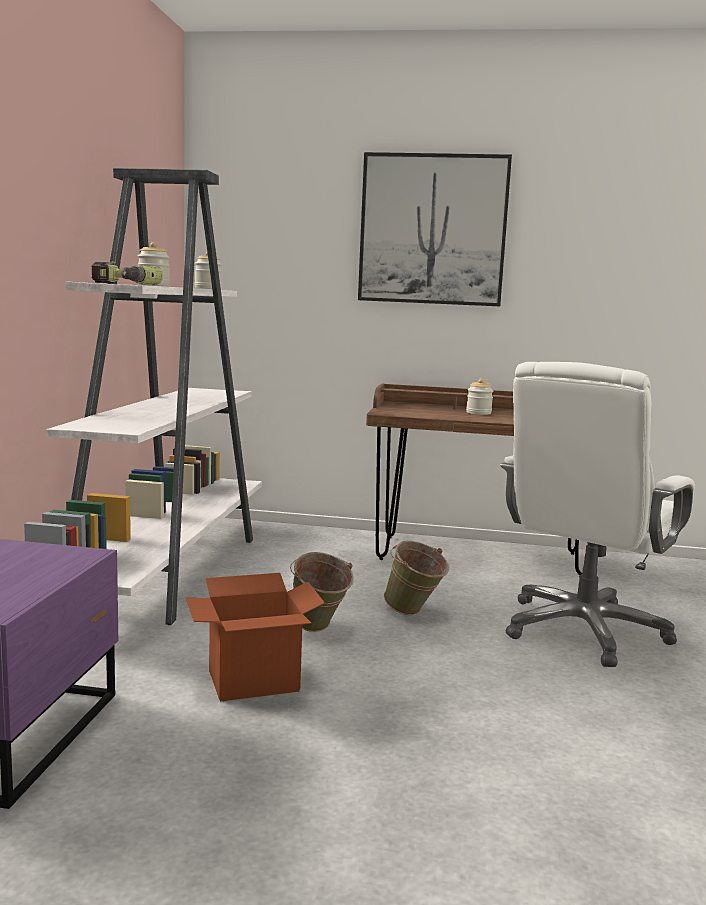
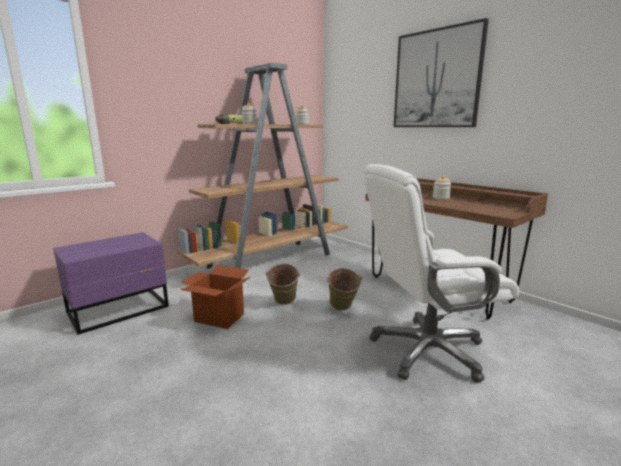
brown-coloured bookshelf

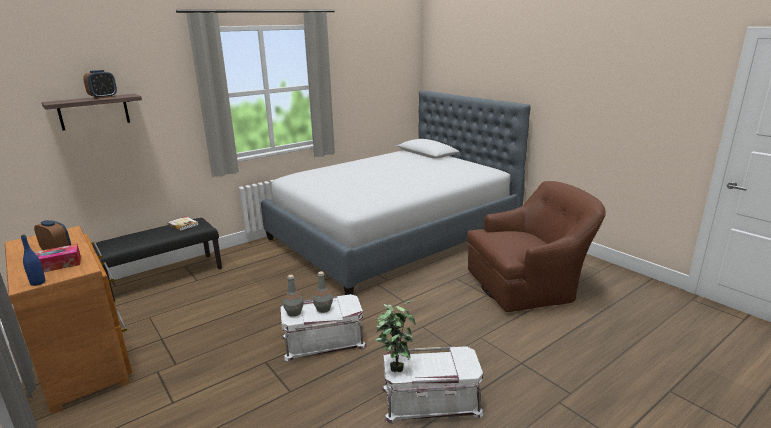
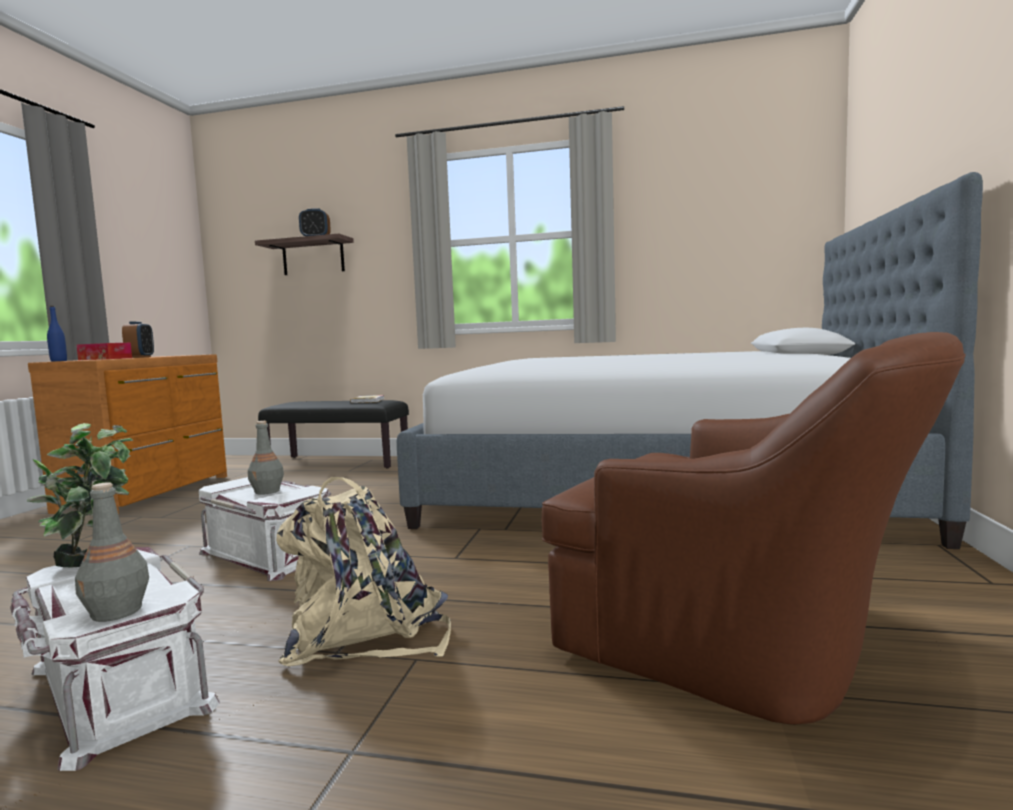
gray drink bottle (no. 1 from left); beige knapsack

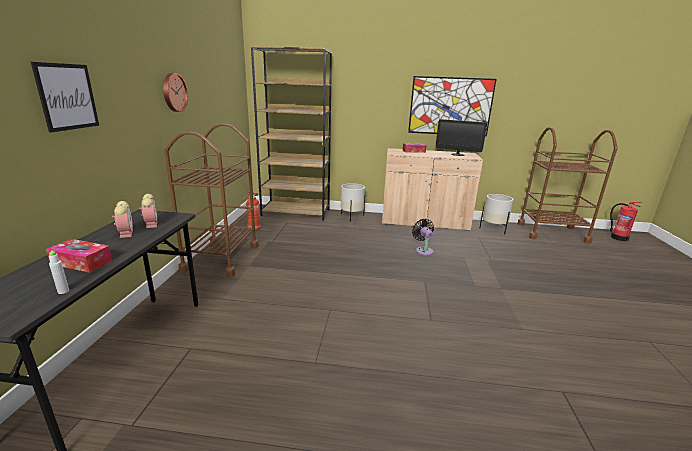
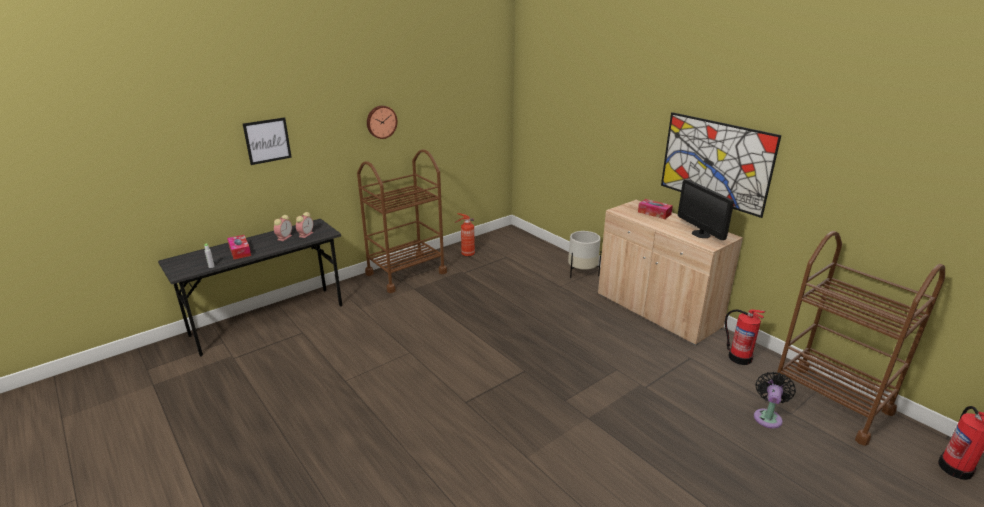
brown-coloured bookshelf; black fan; fire extinguisher (no. 2 from left)

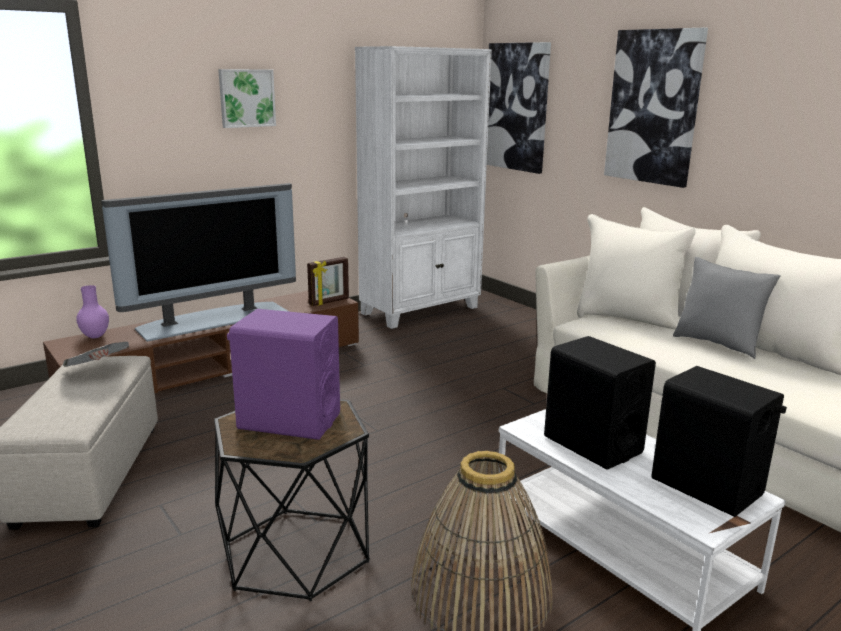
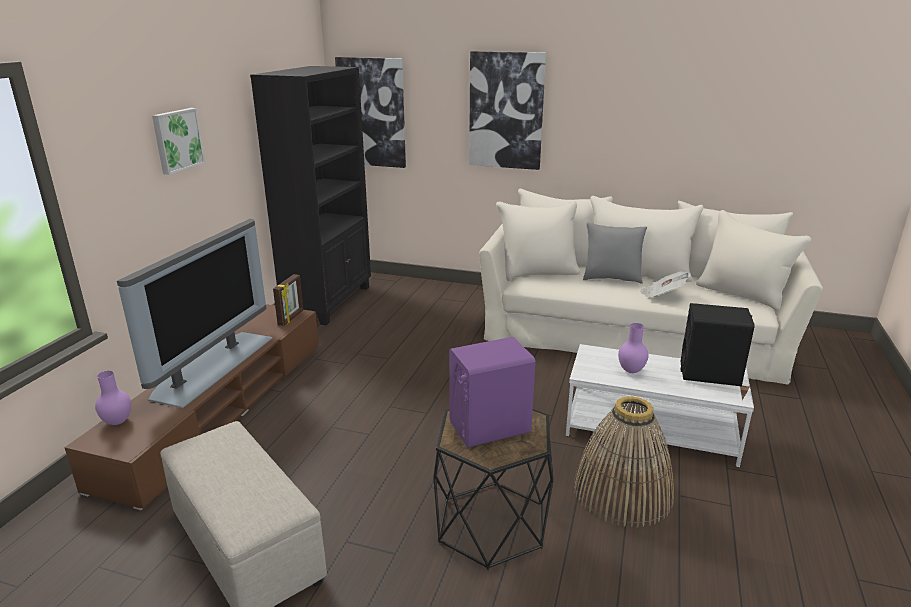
newspaper; black bookshelf; purple vase (no. 2 from left)

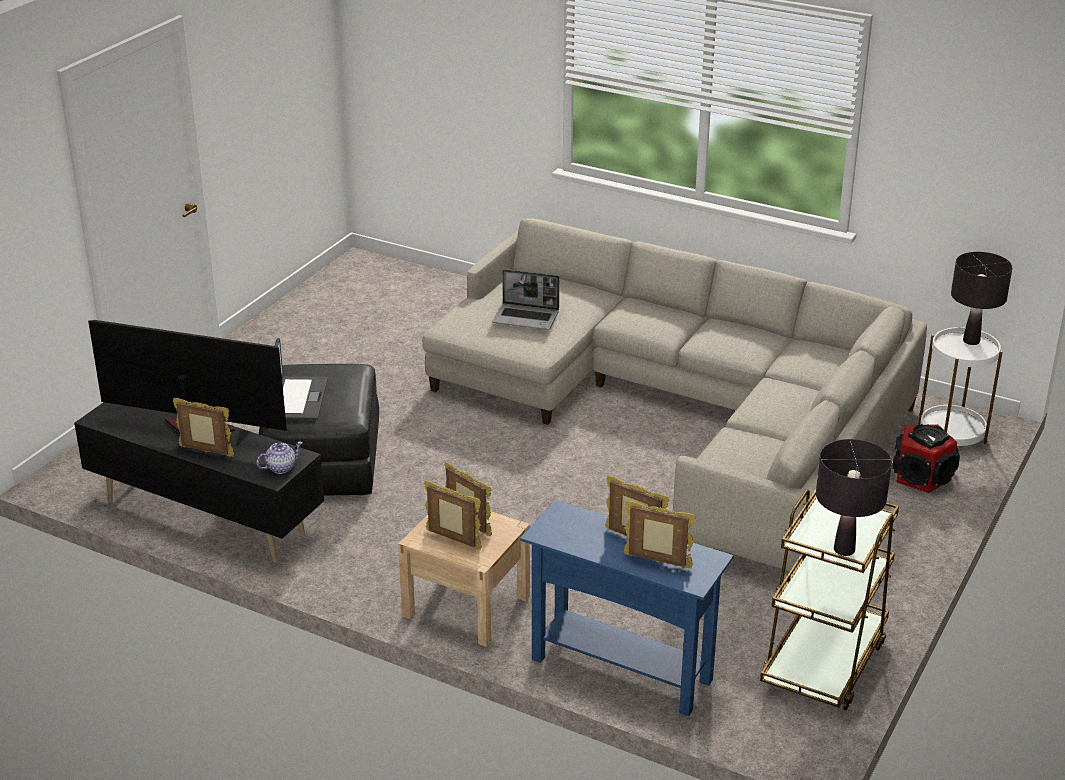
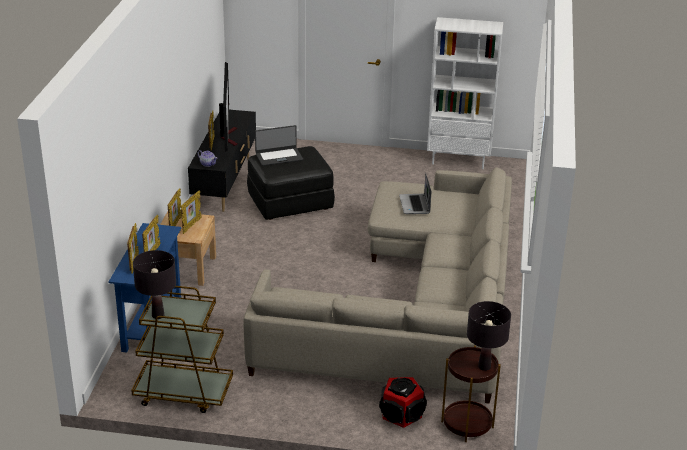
brown-coloured end table; white-coloured bookshelf

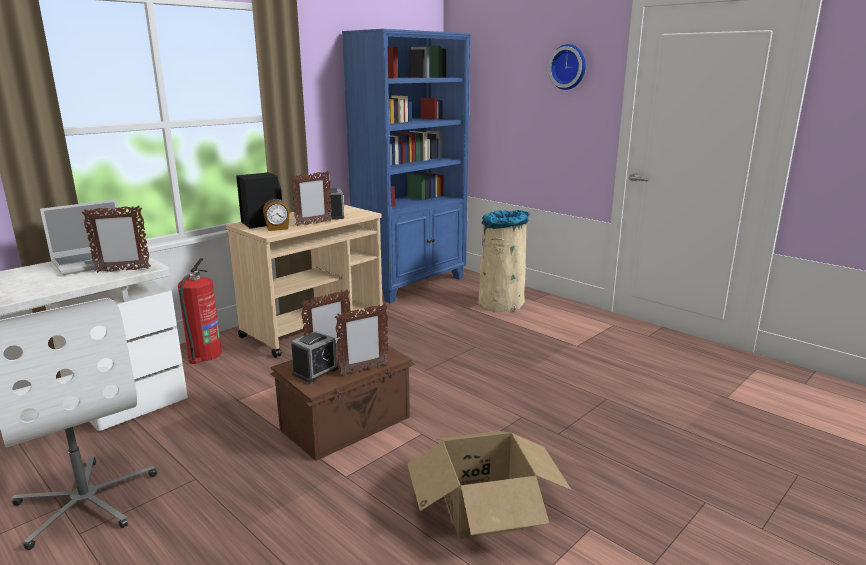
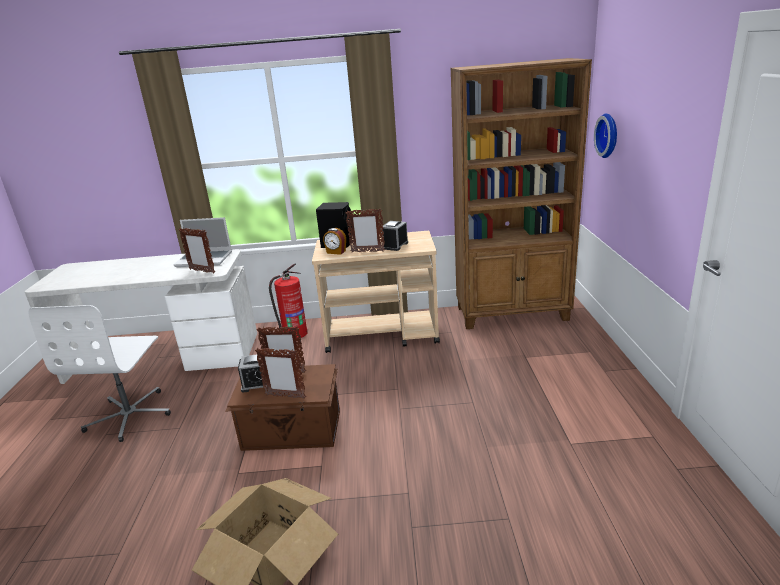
brown-coloured bookshelf; beige rubbish bin; wall clock

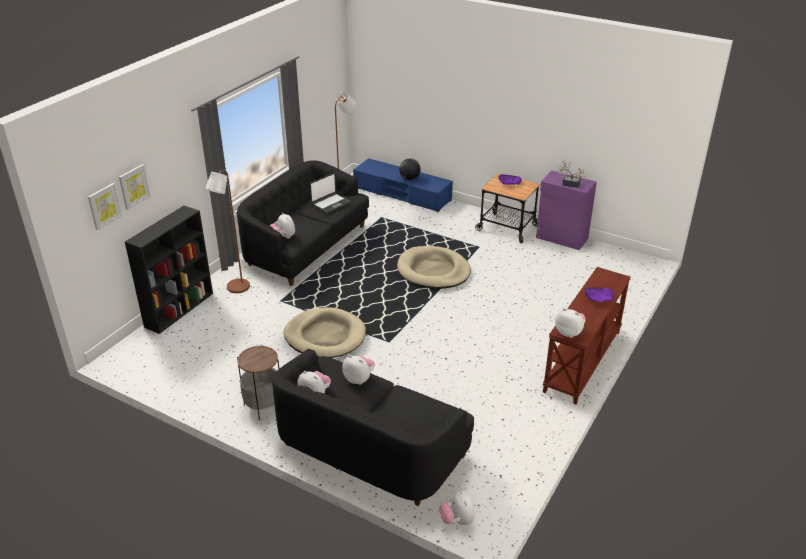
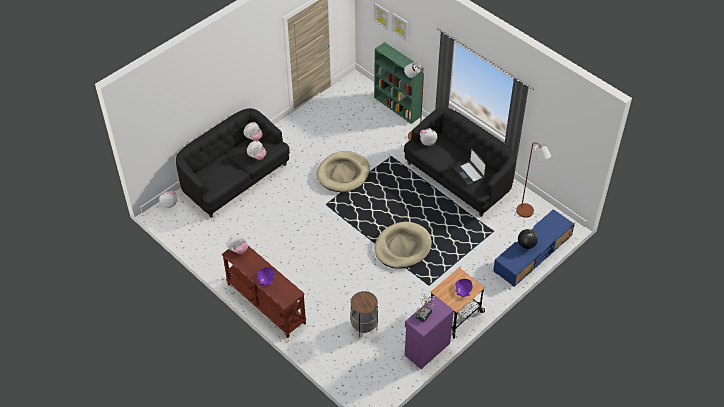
green bookshelf; end table

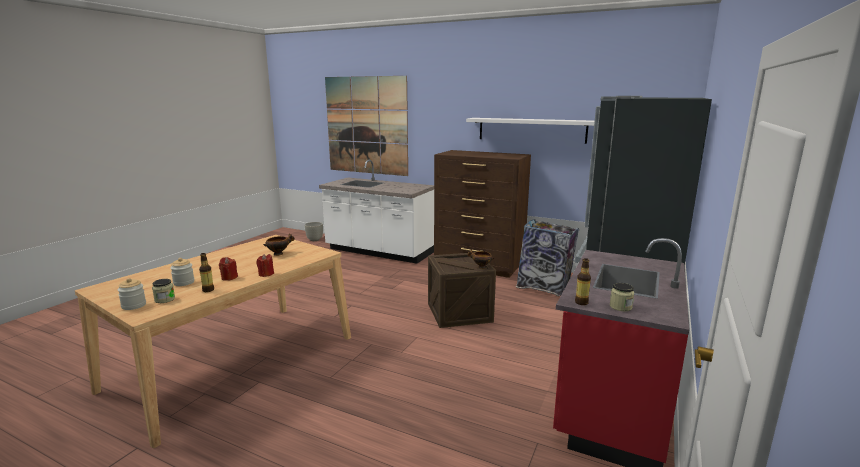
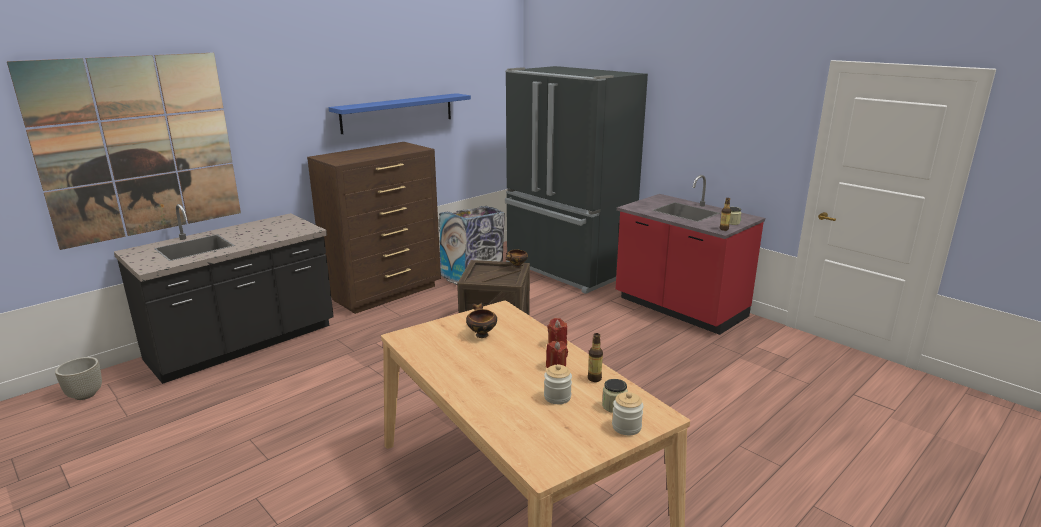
black kitchen base unit; bluish bracket shelf

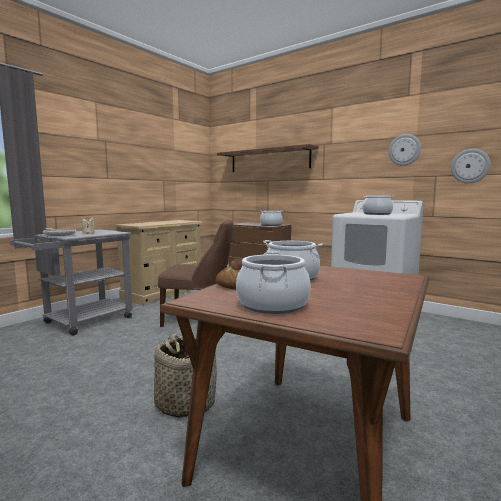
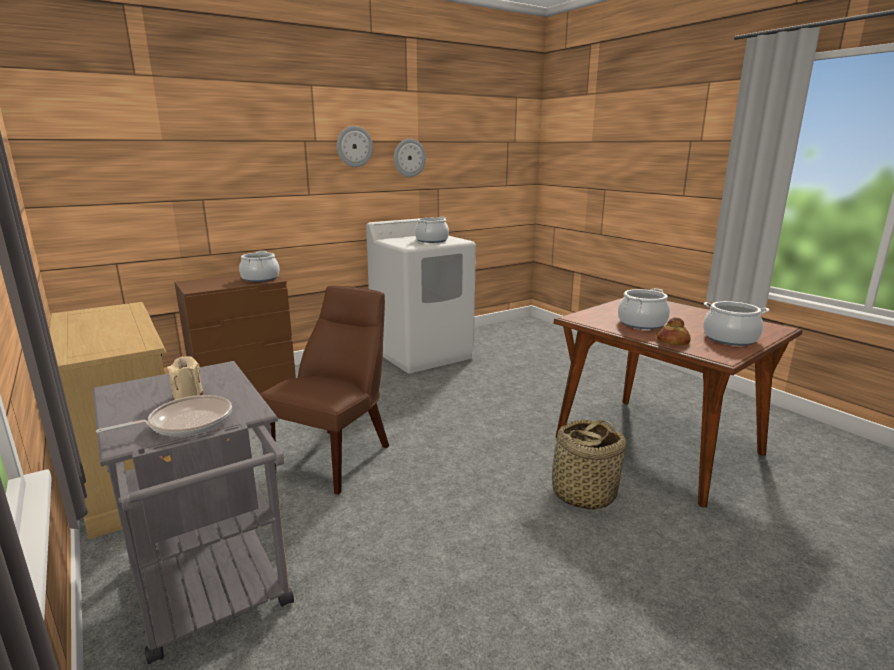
brown-coloured bracket shelf; wall clock (no. 1 from left)

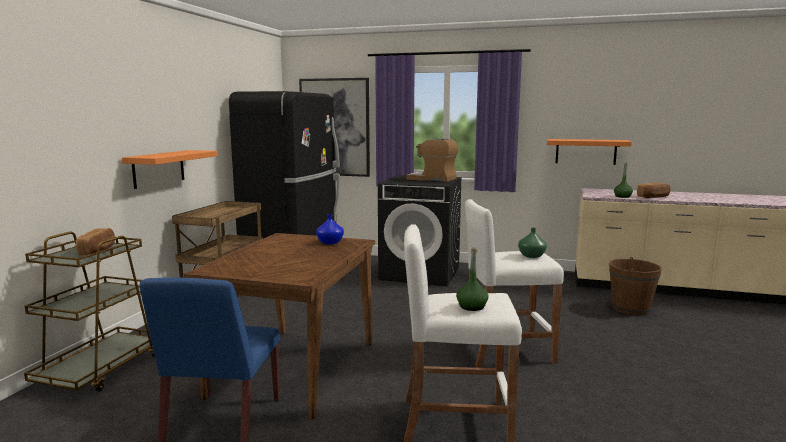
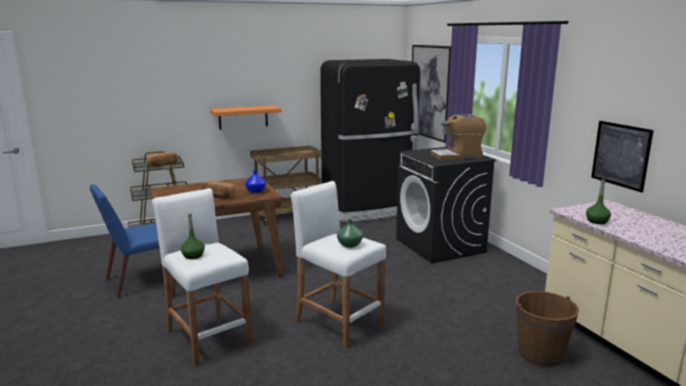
coffee machine; wall picture (no. 2 from left); bakery bread (no. 2 from left)

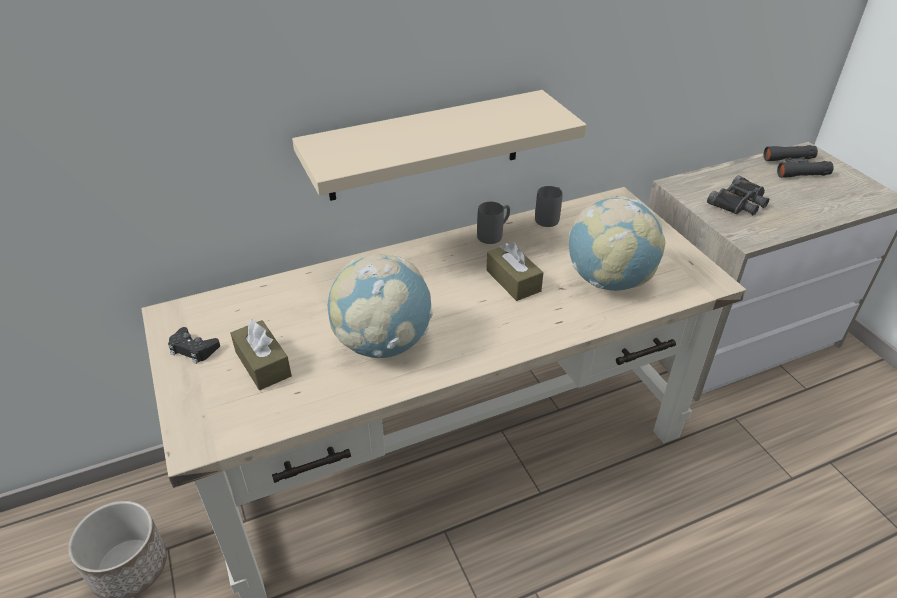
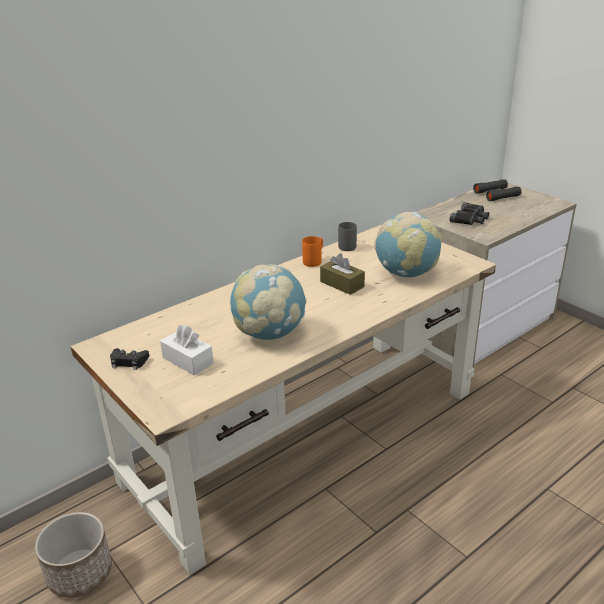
white-coloured tissue box; beige bracket shelf; orangey coffee mug

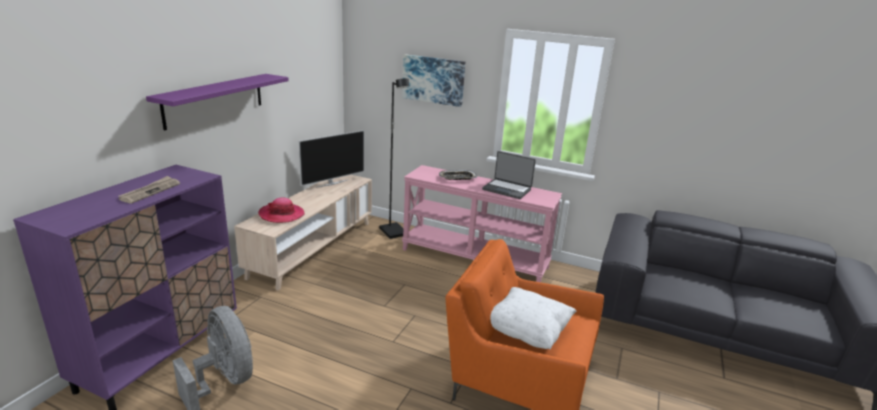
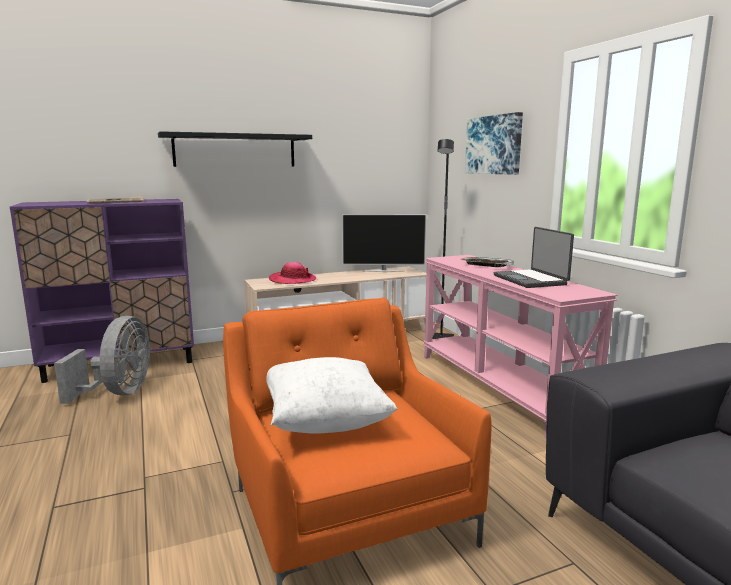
black bracket shelf

